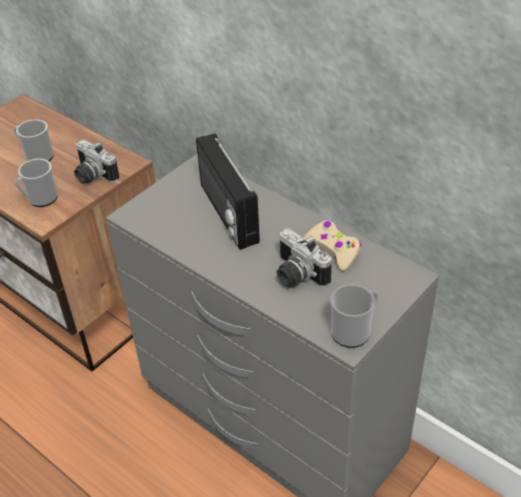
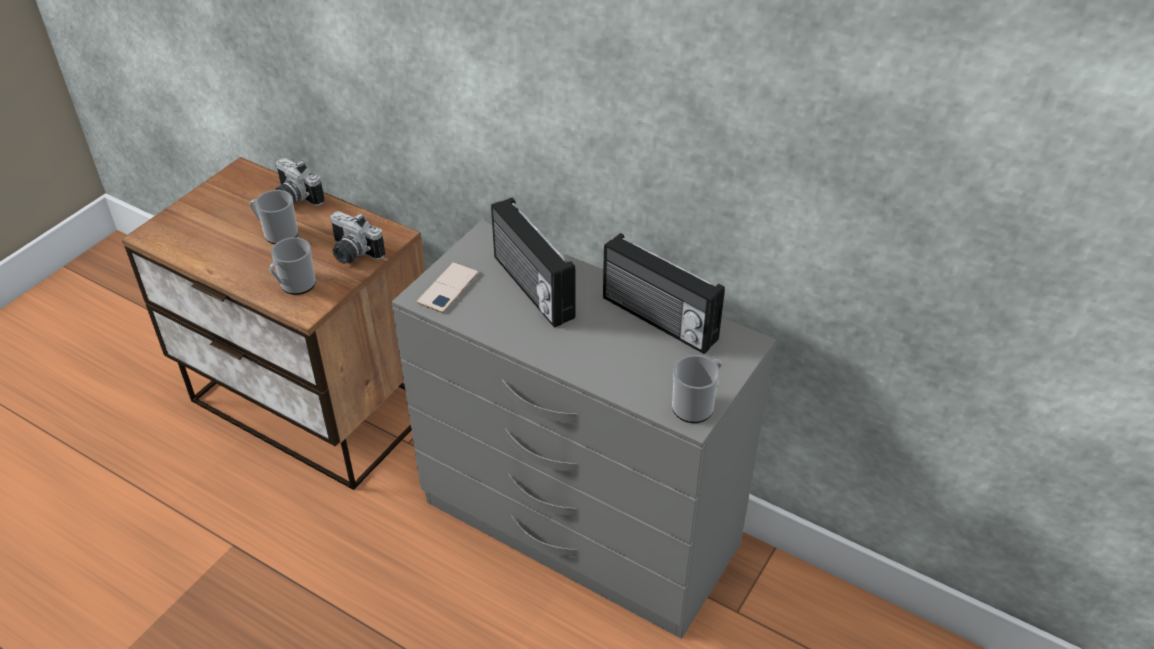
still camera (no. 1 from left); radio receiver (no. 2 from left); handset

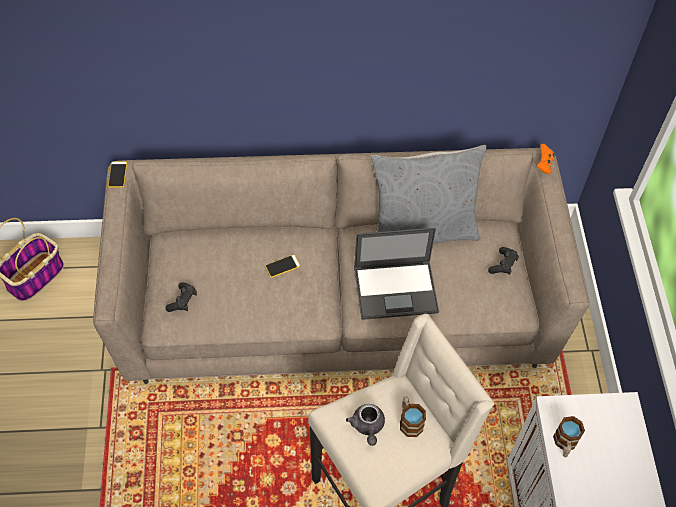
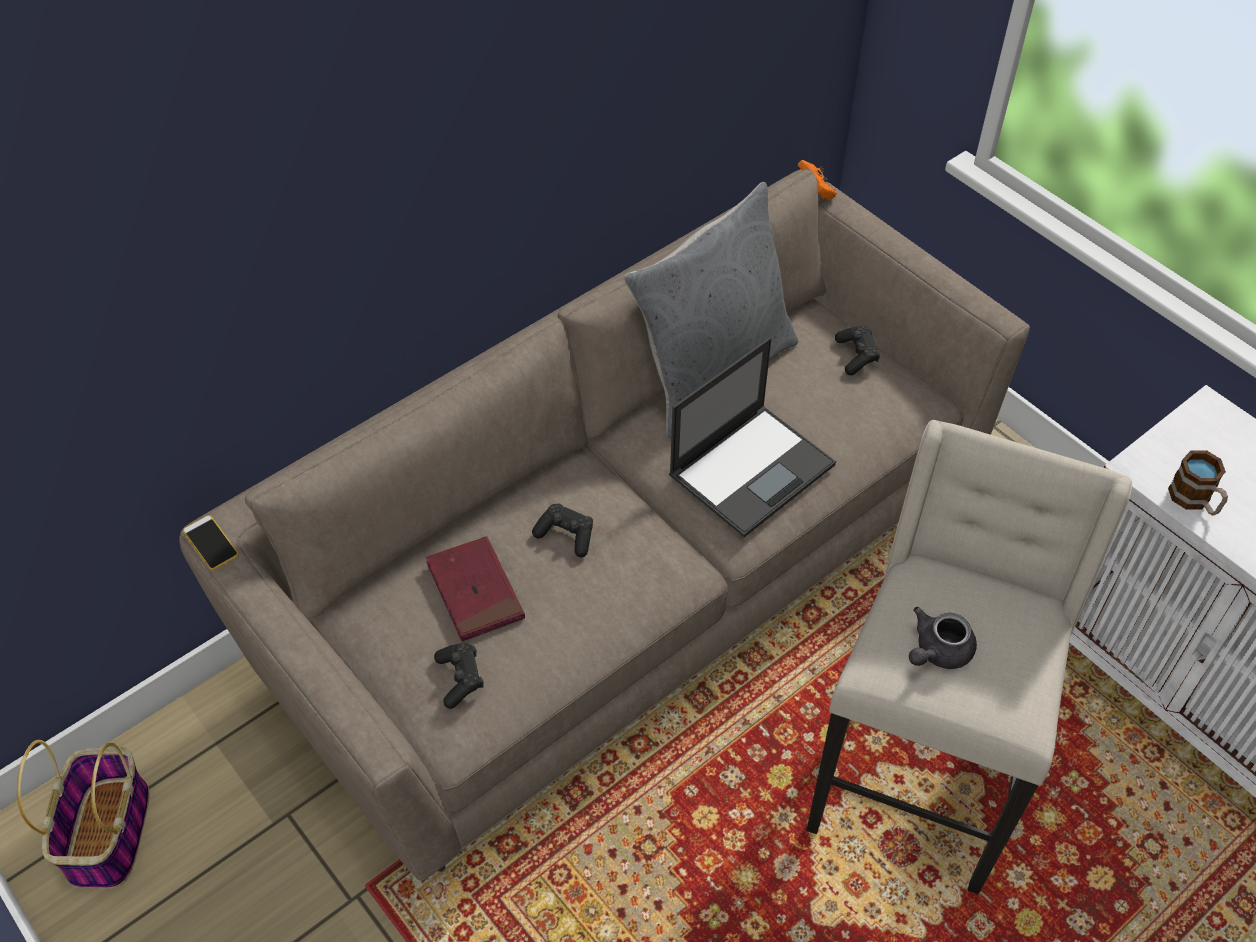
black joypad (no. 2 from left); gray pot for tea; coffee mug (no. 1 from left in the first image); reddish bound book

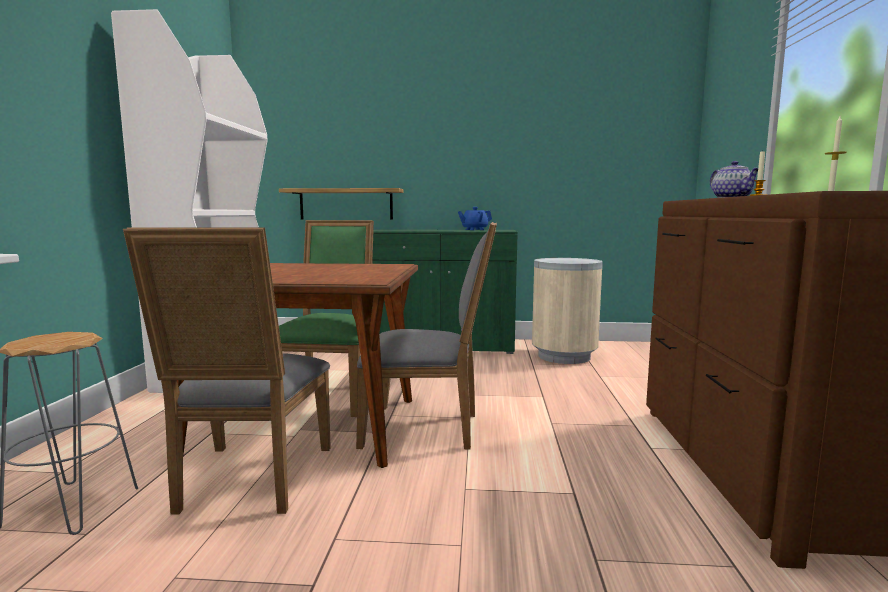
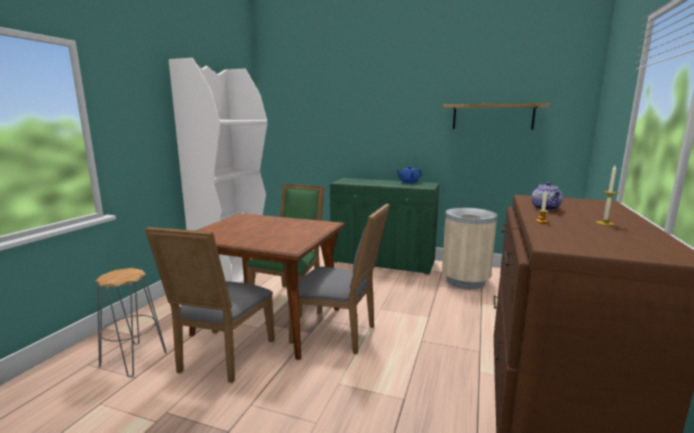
bracket shelf

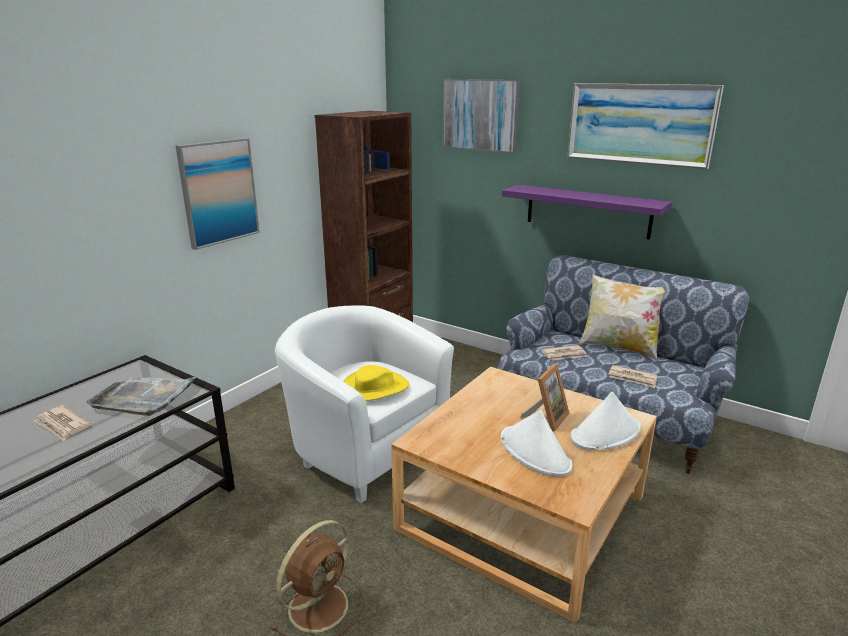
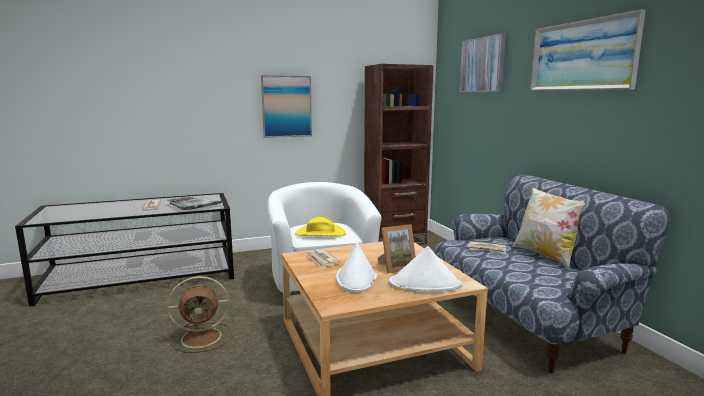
purple bracket shelf; newspaper (no. 2 from left)

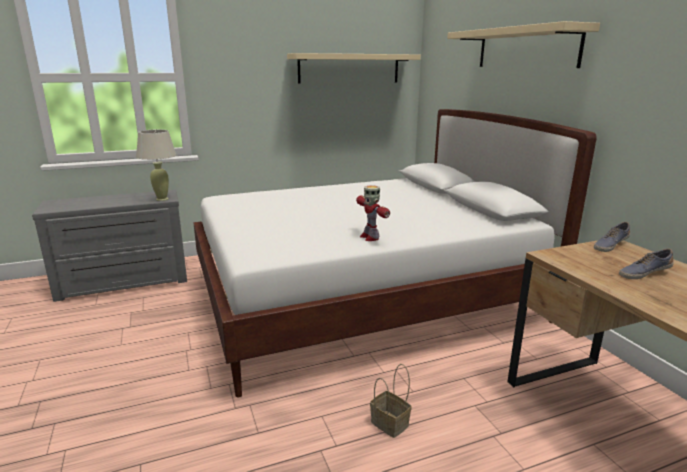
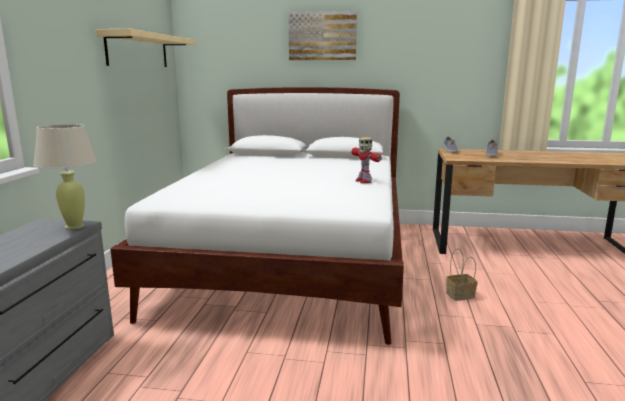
model robot; wall picture

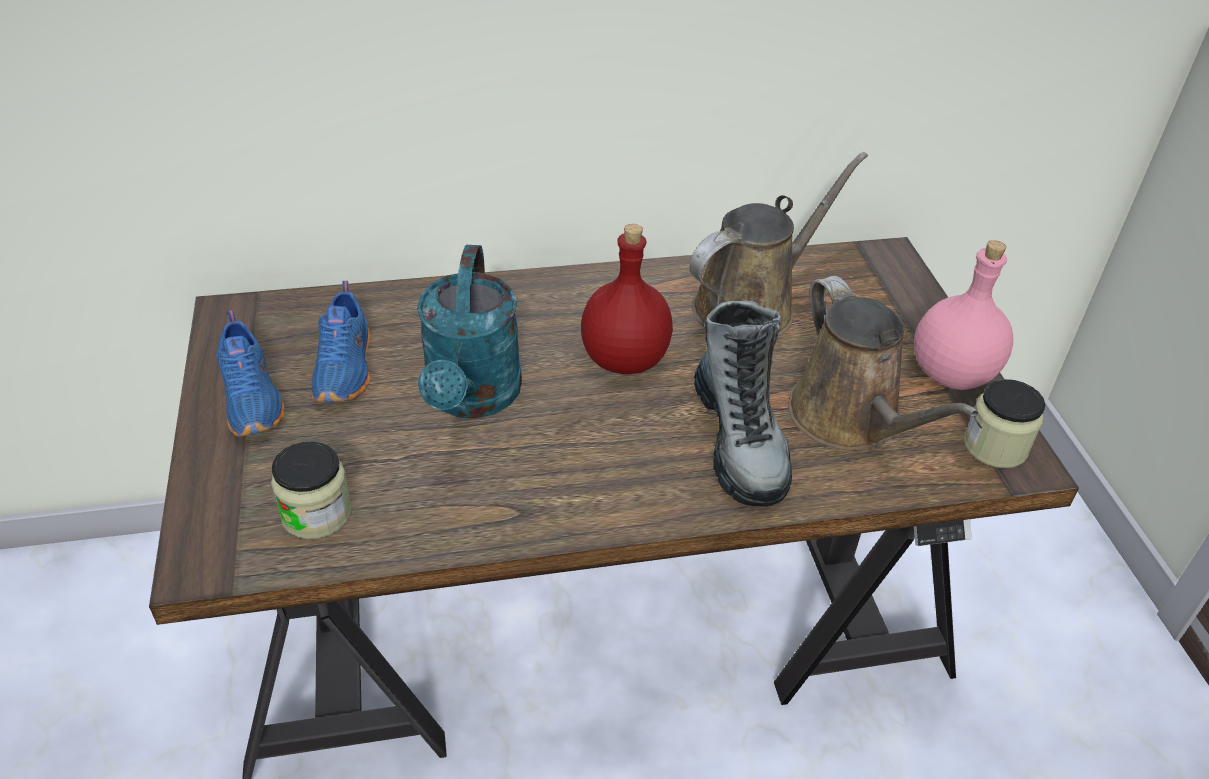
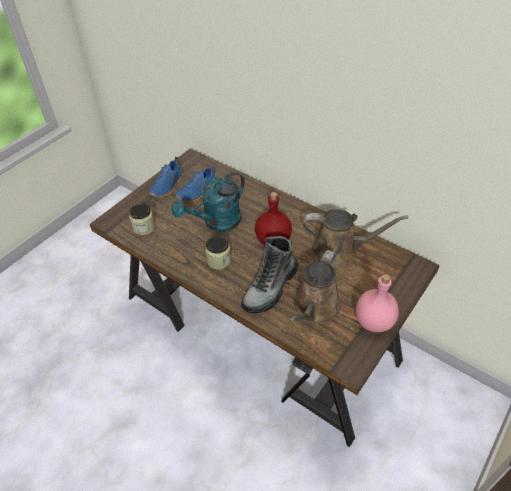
storage jar (no. 2 from left)

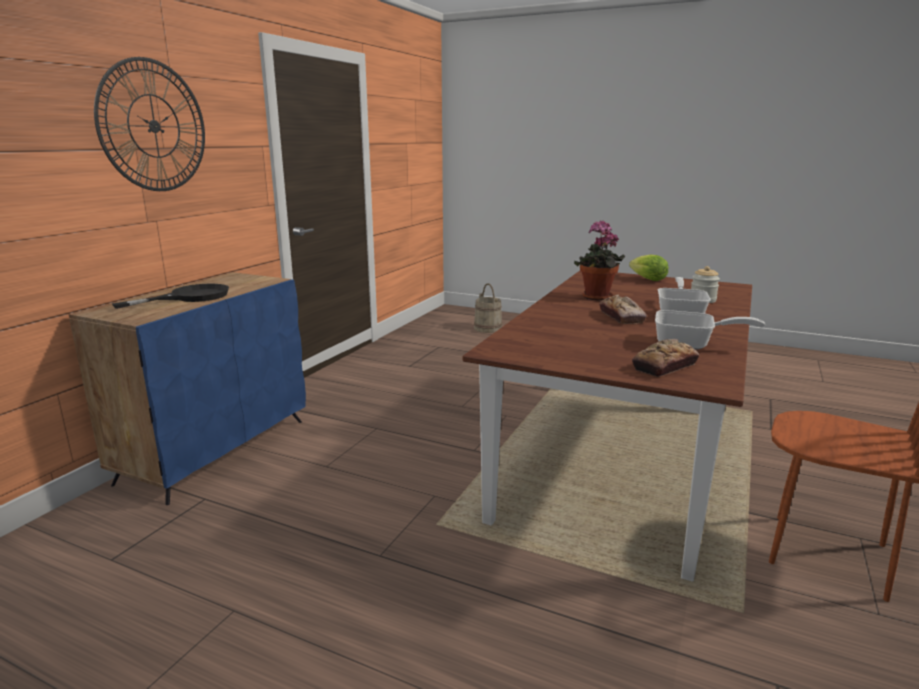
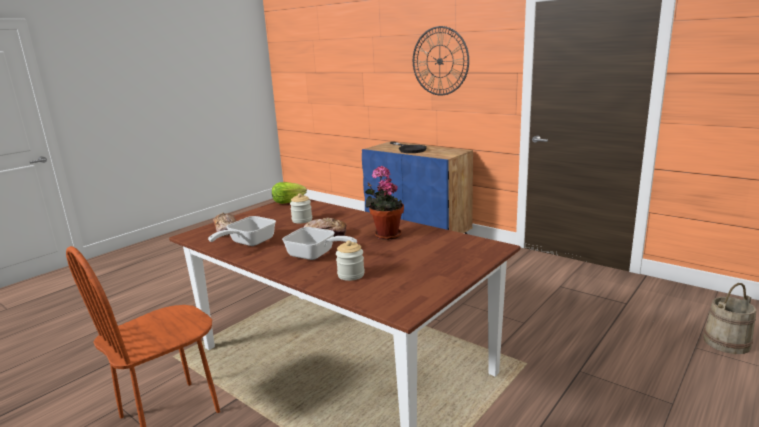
lettuce head; storage jar (no. 1 from left)

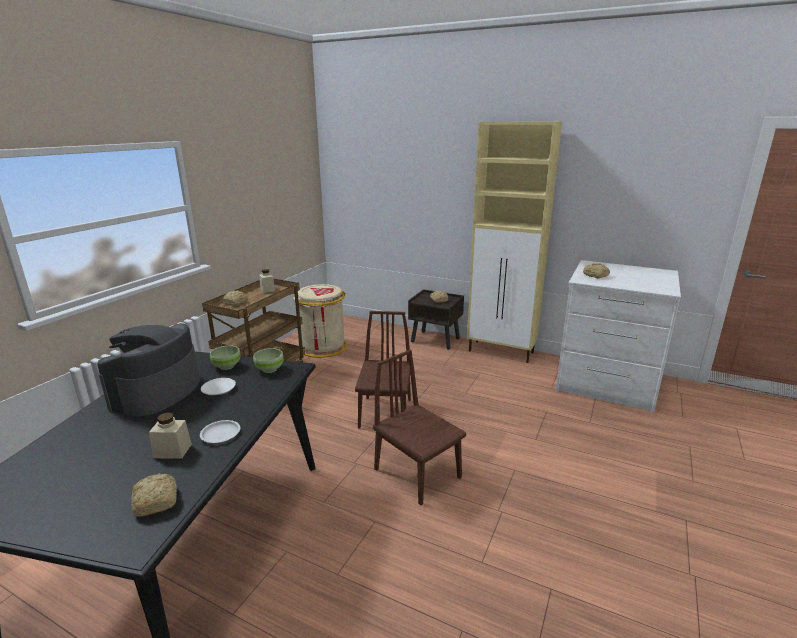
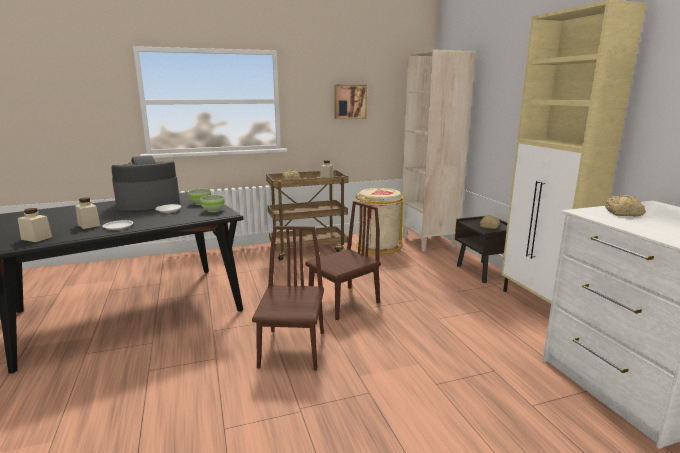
beige storage jar (no. 1 from left); wall picture; beige bookshelf

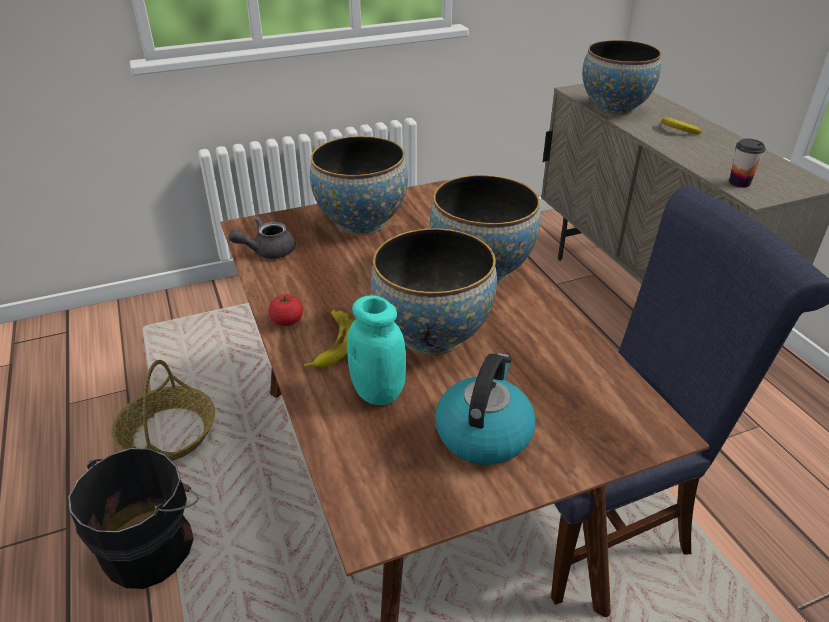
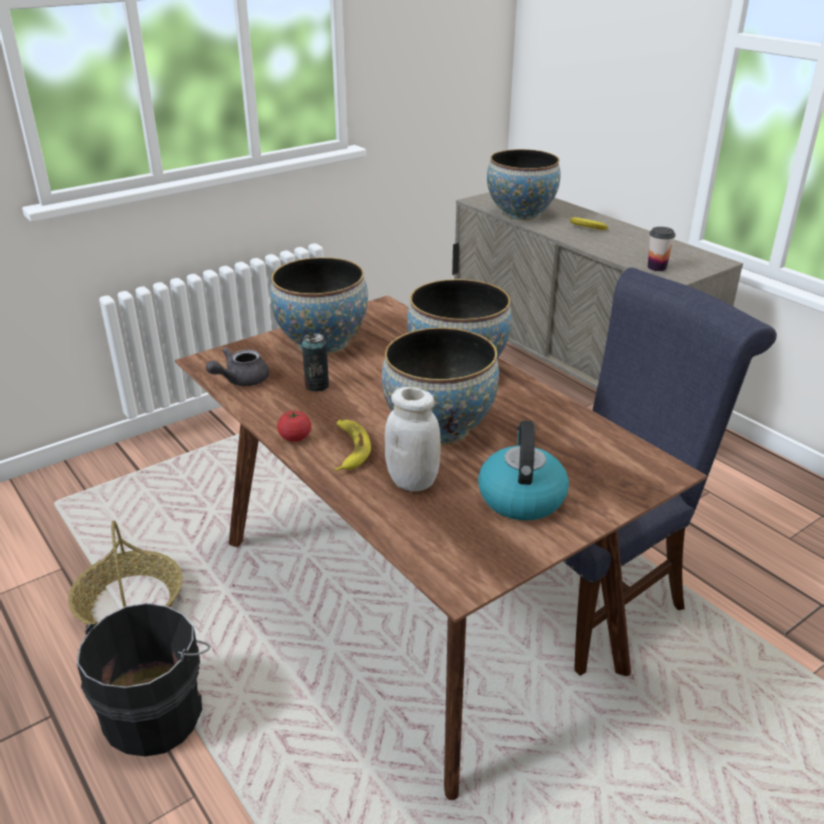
white-coloured storage jar; can

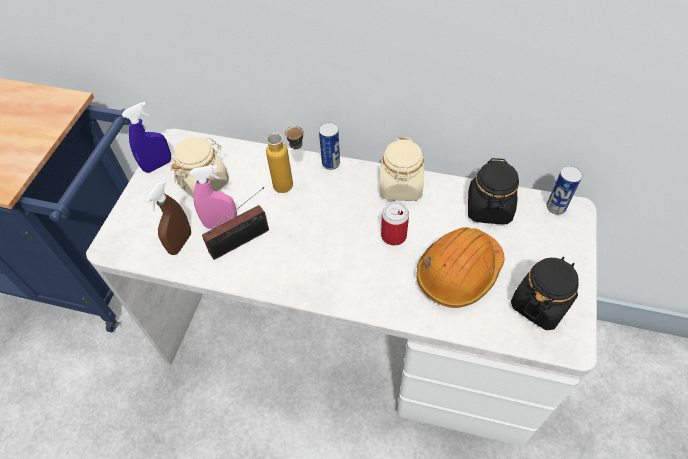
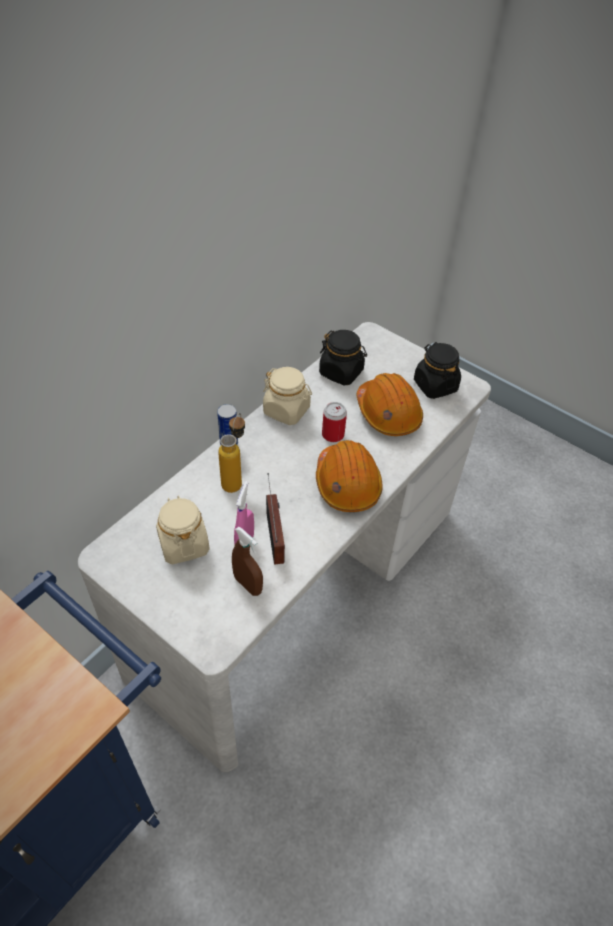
bluish sprayer; can (no. 3 from left in the first image); orangey work helmet (no. 1 from left)

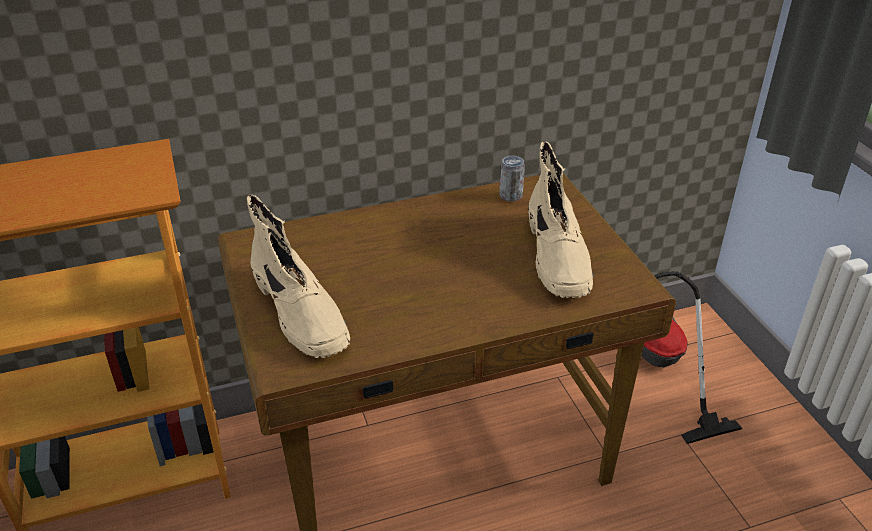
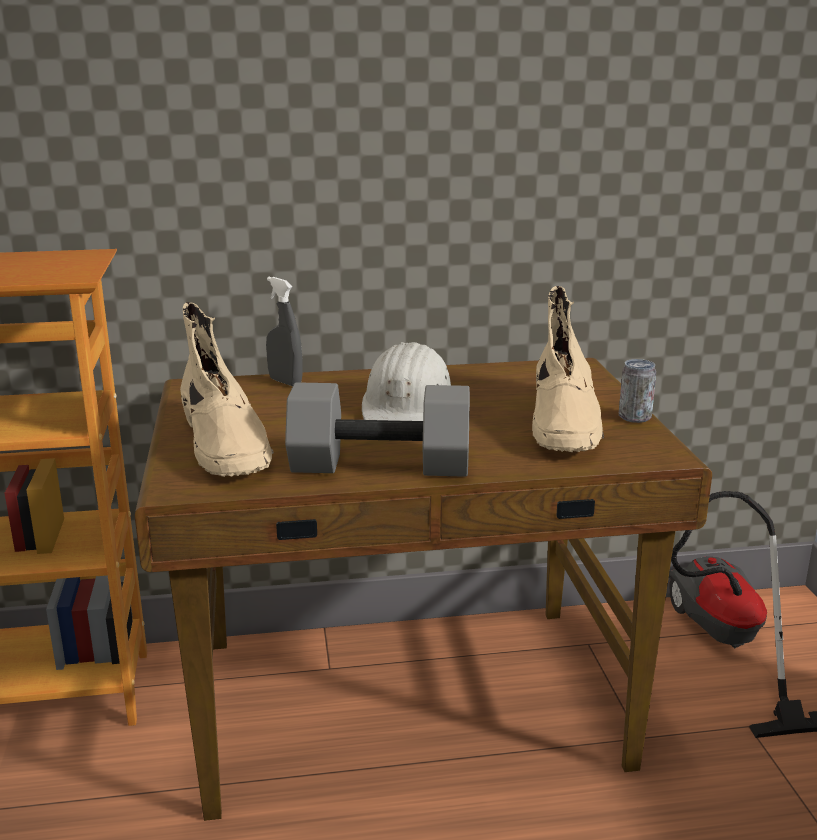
can; gray sprayer; gray dumbbell; white-coloured work helmet

